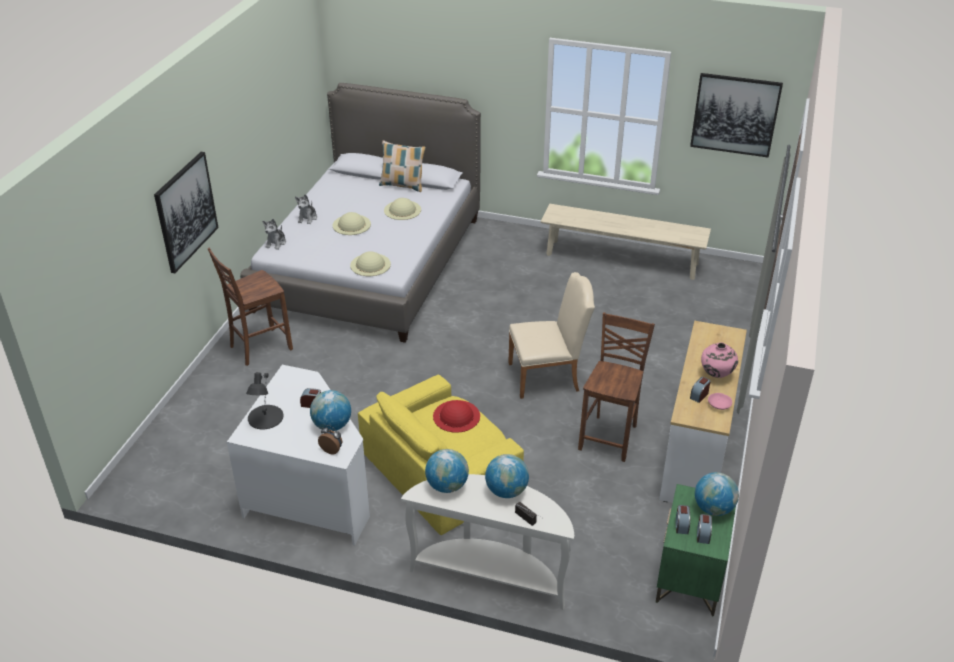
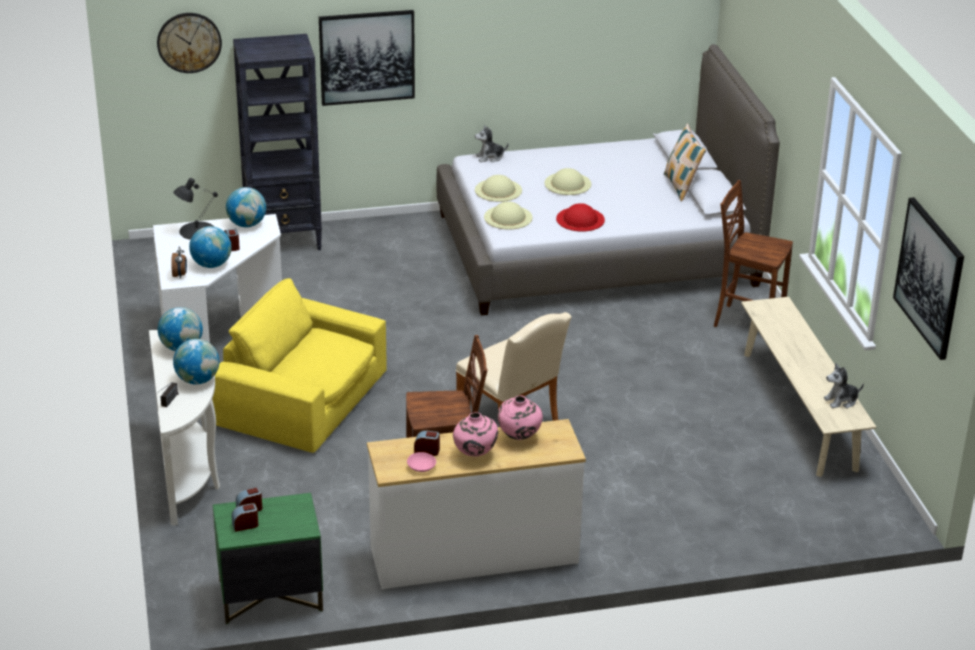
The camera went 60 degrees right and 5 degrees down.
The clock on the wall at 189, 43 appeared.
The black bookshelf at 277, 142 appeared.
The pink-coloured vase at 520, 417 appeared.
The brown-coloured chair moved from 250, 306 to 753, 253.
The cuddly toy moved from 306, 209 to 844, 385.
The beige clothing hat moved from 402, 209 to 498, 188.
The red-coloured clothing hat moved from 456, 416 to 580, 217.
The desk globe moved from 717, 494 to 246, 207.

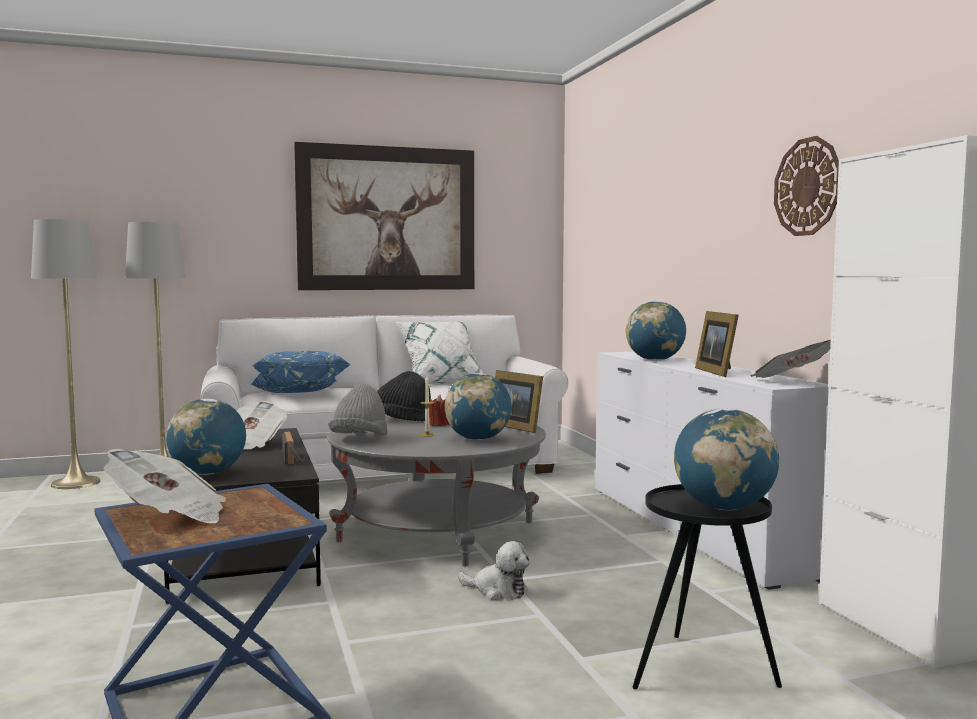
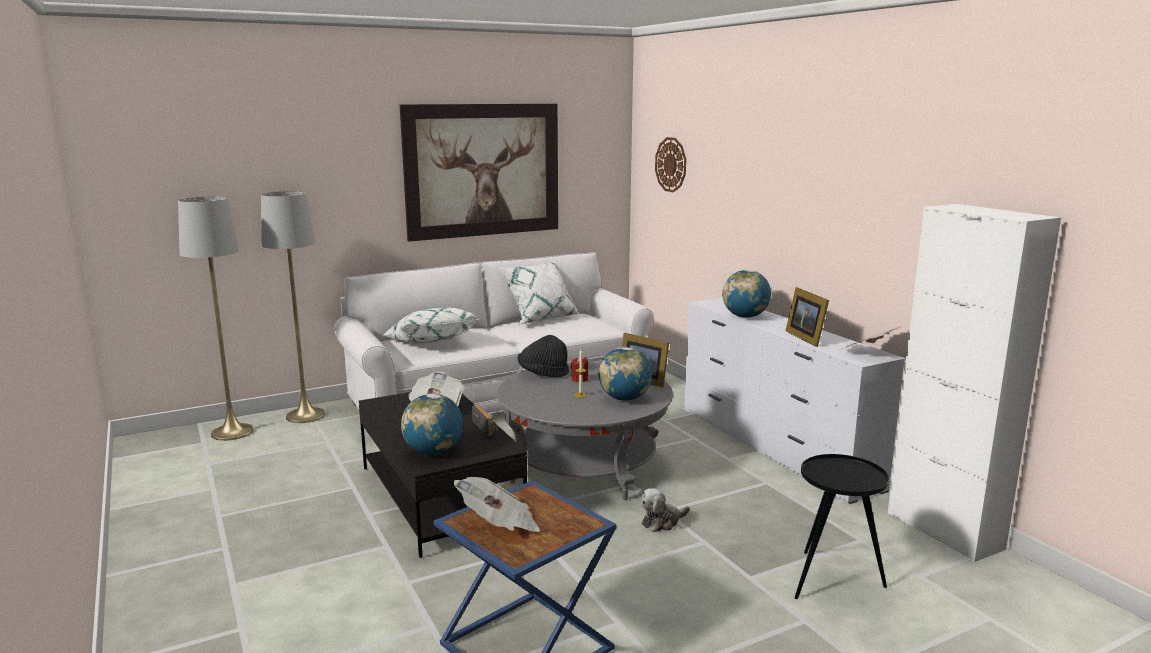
The camera went 10 degrees left and 10 degrees up.
The gray clothing hat at 358, 409 disappeared.
The desk globe at 726, 459 disappeared.
The clock on the wall moved from 806, 186 to 670, 164.
The blue-coloured pillow at 301, 372 became the white pillow at 432, 325.
The cuddly toy at 493, 570 turned 135 degrees clockwise.

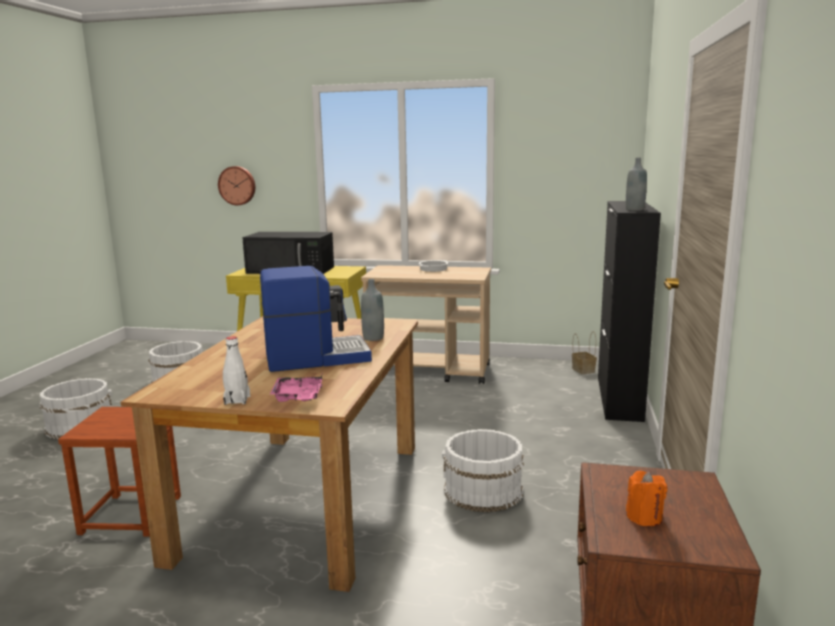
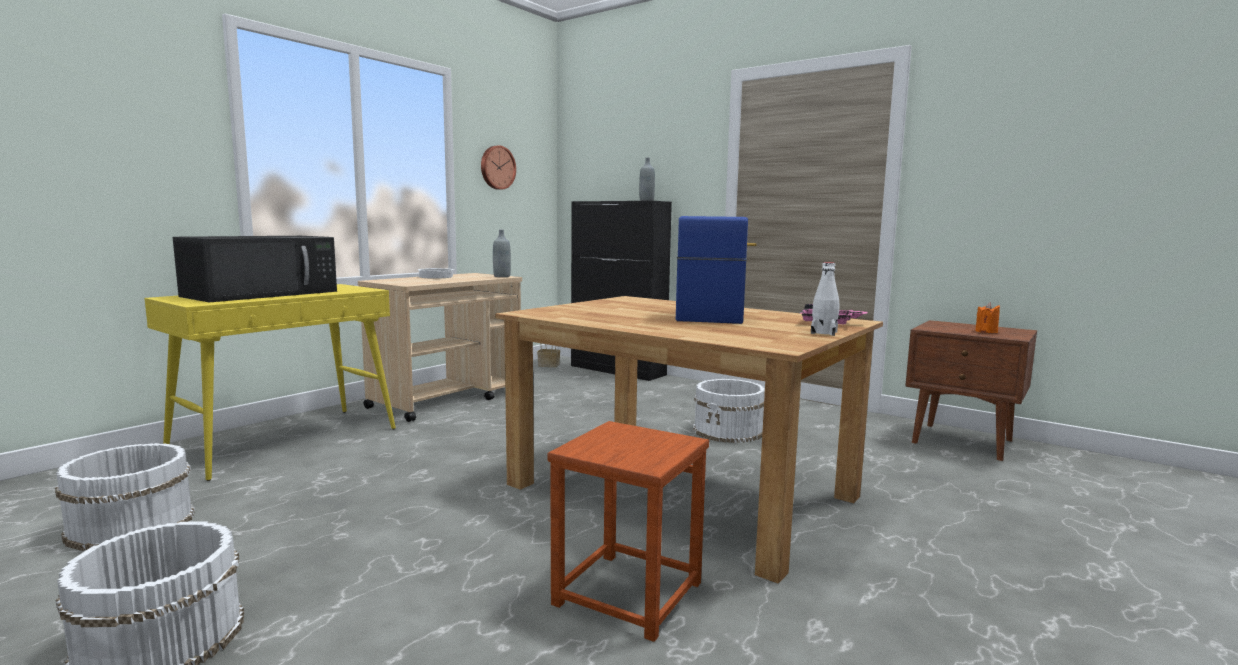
The camera went 65 degrees left and 5 degrees down.
The clock on the wall moved from 236, 185 to 498, 167.
The gray drink bottle moved from 372, 310 to 502, 253.

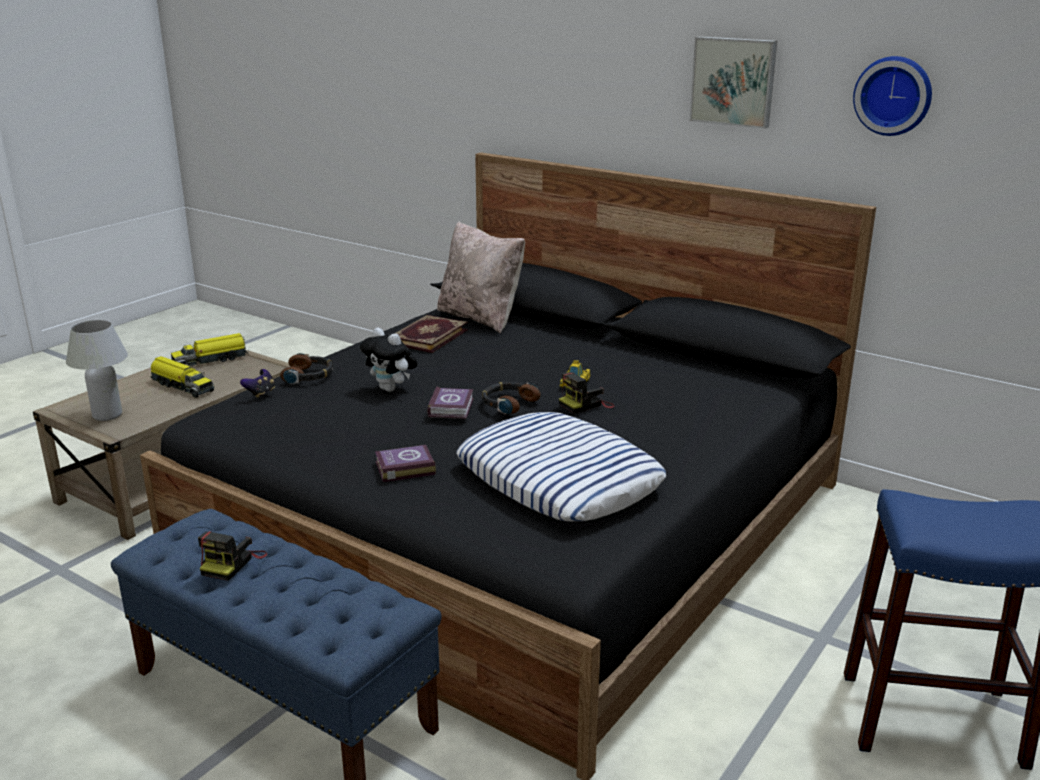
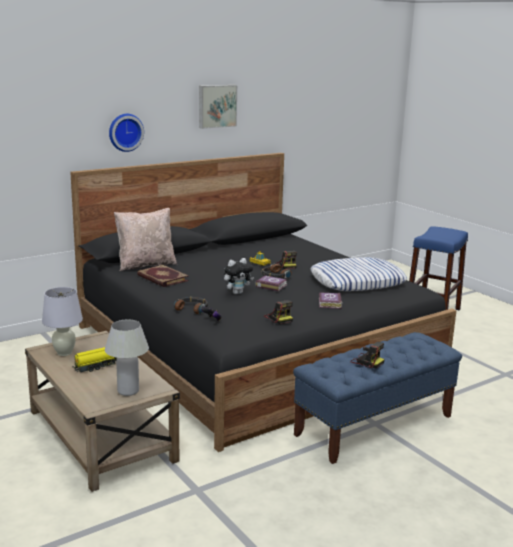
The camera went 70 degrees left and 5 degrees down.
The still camera at 278, 312 appeared.
The clock on the wall moved from 892, 96 to 126, 133.
The toy lorry at 210, 349 was replaced by the white table lamp at 62, 321.

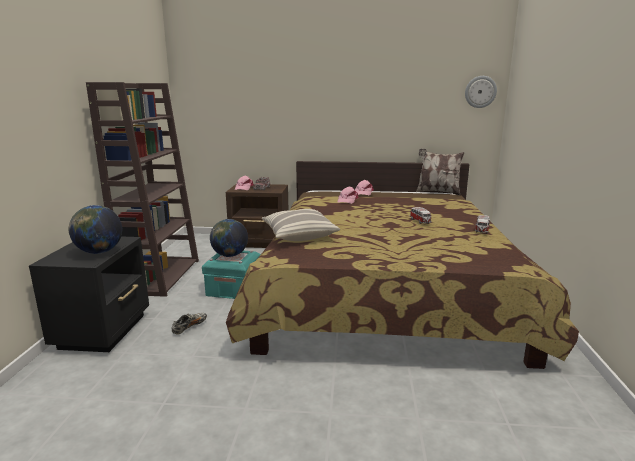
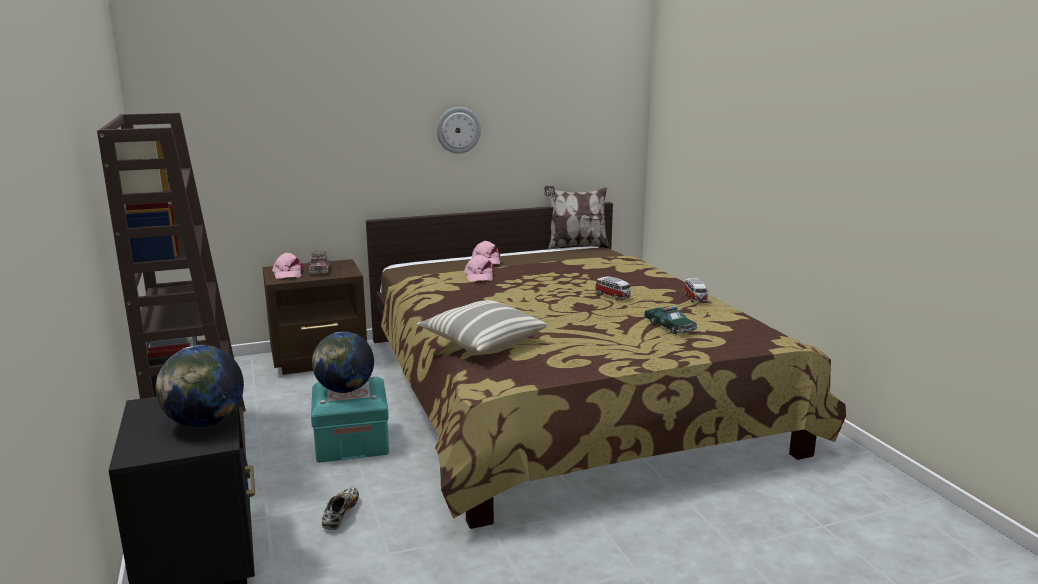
The camera went 25 degrees left and 0 degrees up.
The miniature car at 670, 320 appeared.
The clock on the wall moved from 481, 92 to 459, 130.

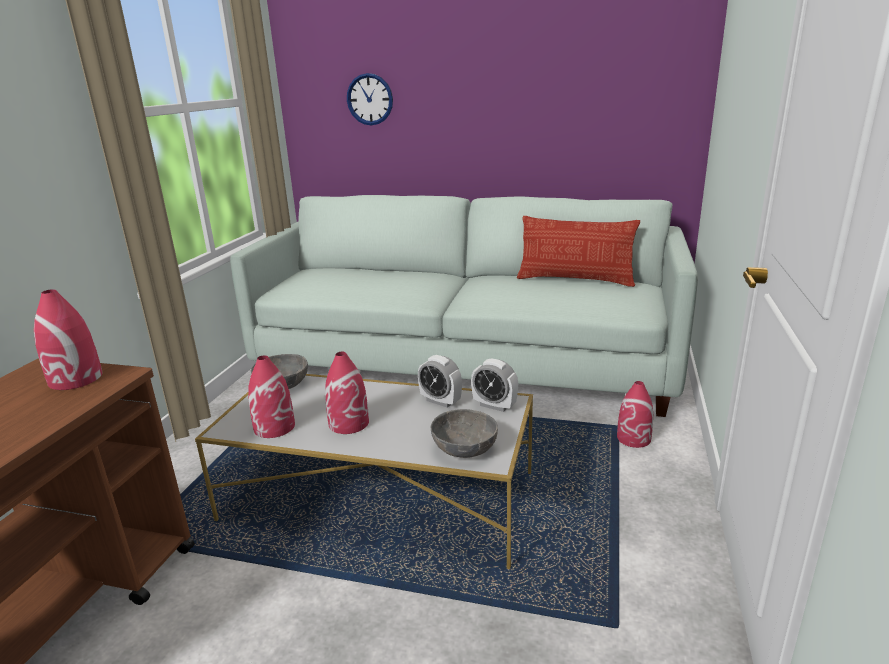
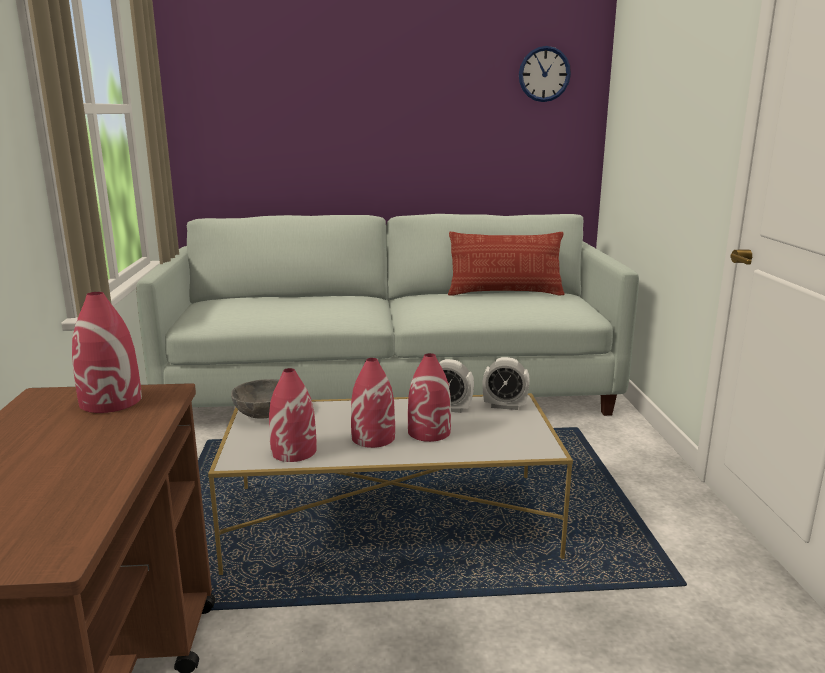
The camera went 20 degrees left and 5 degrees down.
The gray deep dish at 464, 433 disappeared.
The clock on the wall moved from 370, 99 to 545, 74.
The red-coloured vase moved from 635, 414 to 429, 397.

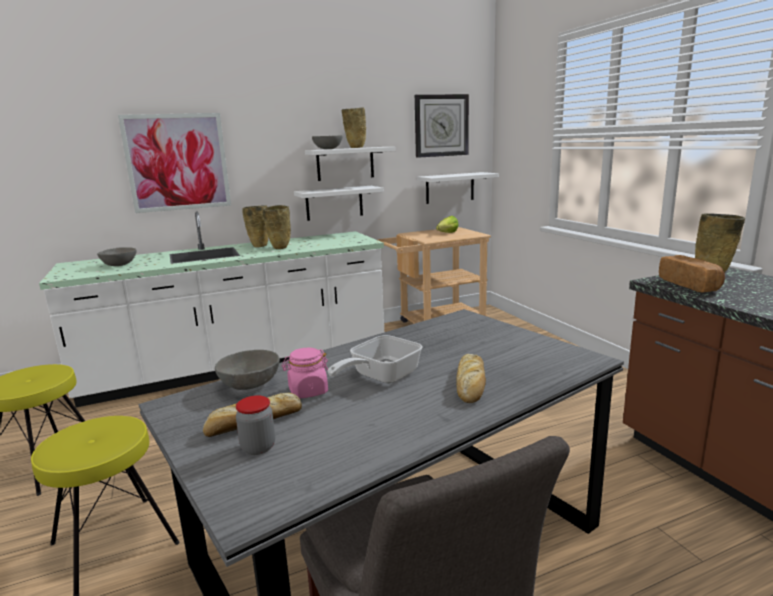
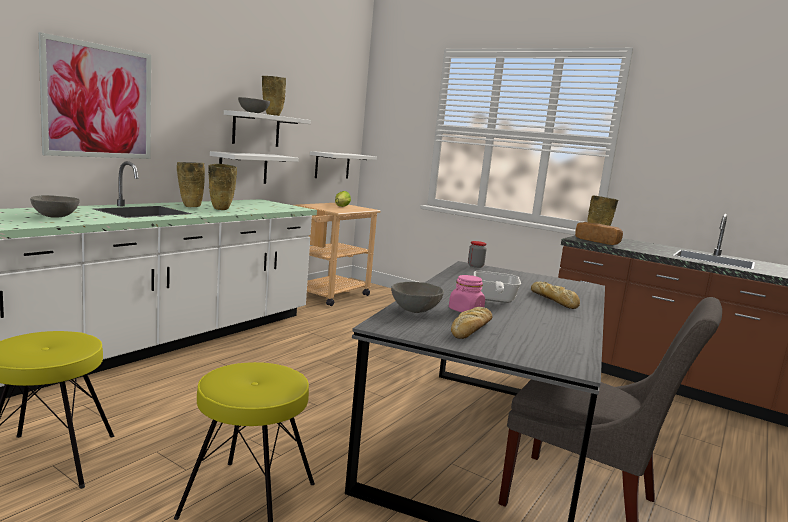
The camera went 35 degrees left and 5 degrees down.
The clock on the wall at 442, 126 disappeared.
The storage jar moved from 255, 425 to 477, 254.

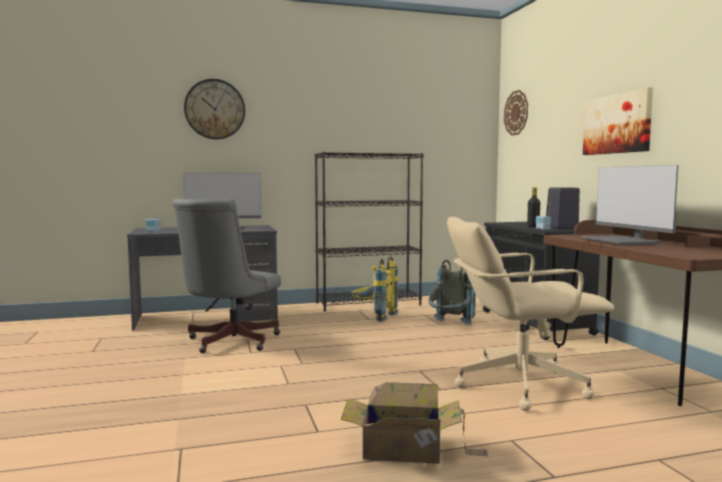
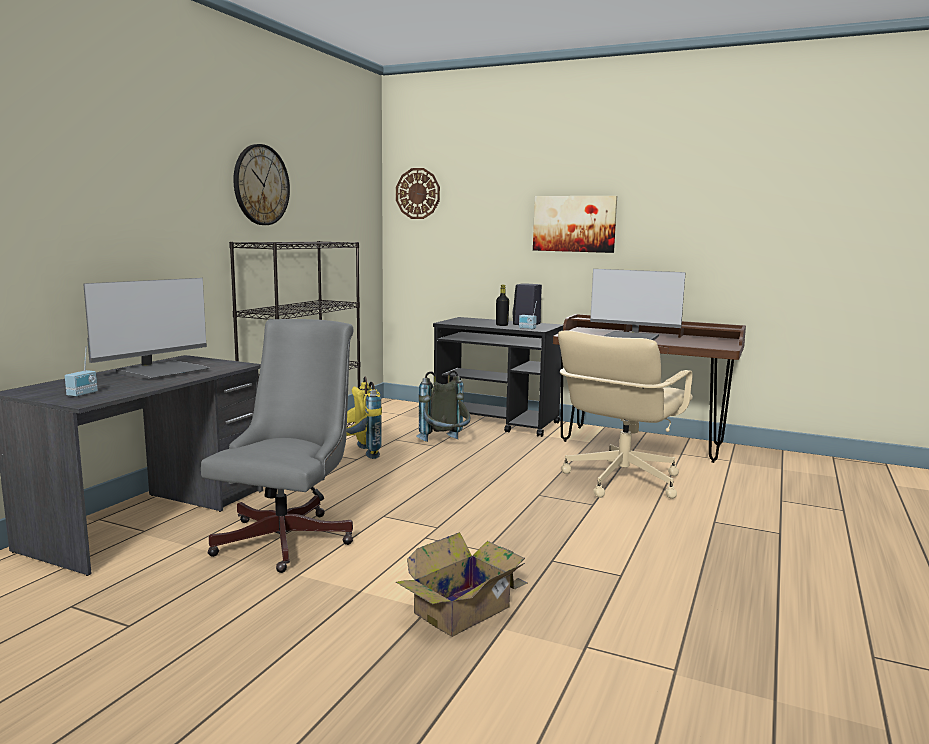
The camera went 50 degrees left and 5 degrees up.
The clock on the wall moved from 214, 109 to 261, 184.
The packing box moved from 414, 423 to 462, 584.
The gray office chair at 226, 275 turned 135 degrees counterclockwise.

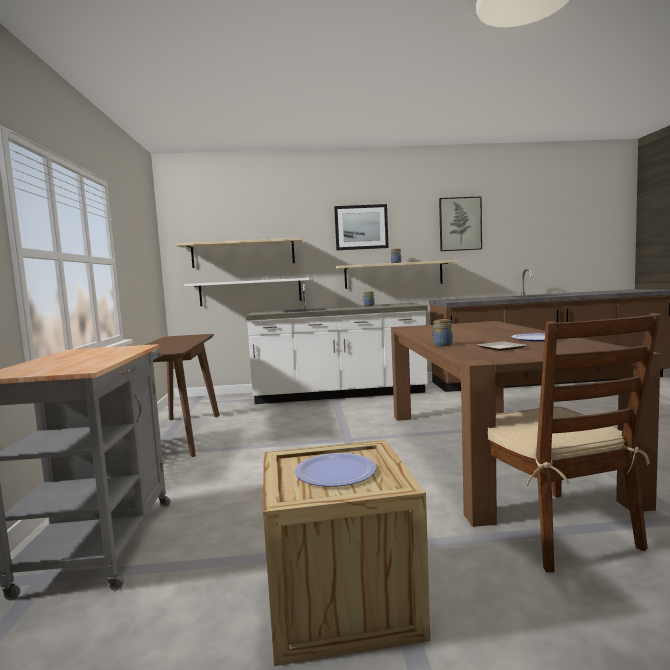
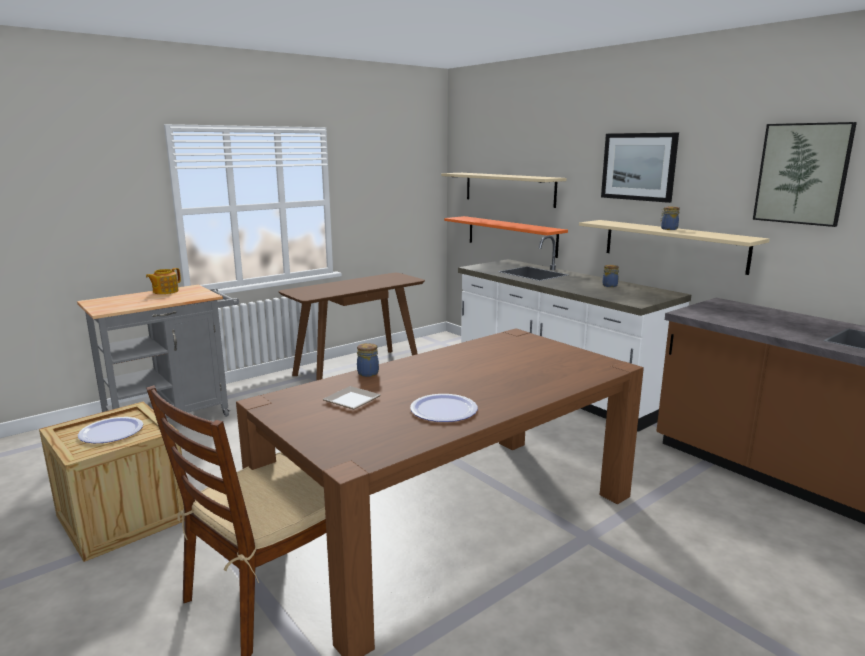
The camera went 55 degrees right and 10 degrees up.
The pot for tea at 163, 281 appeared.
The white shelf at 246, 292 became the orange shelf at 506, 237.

